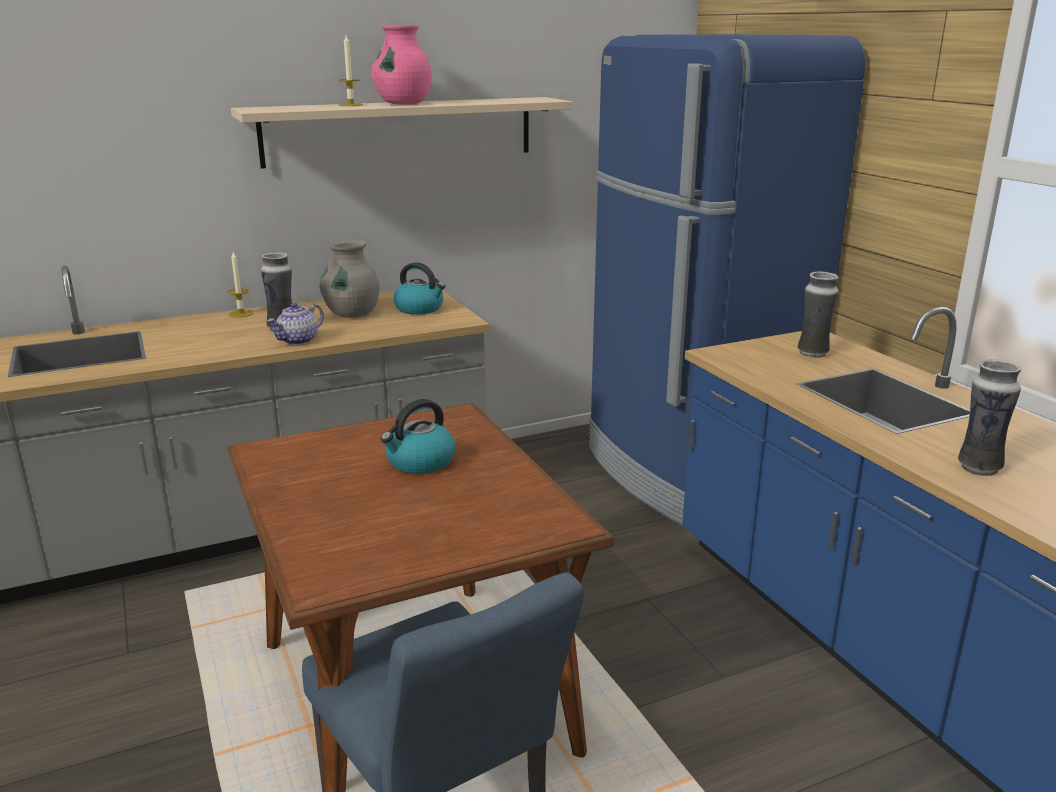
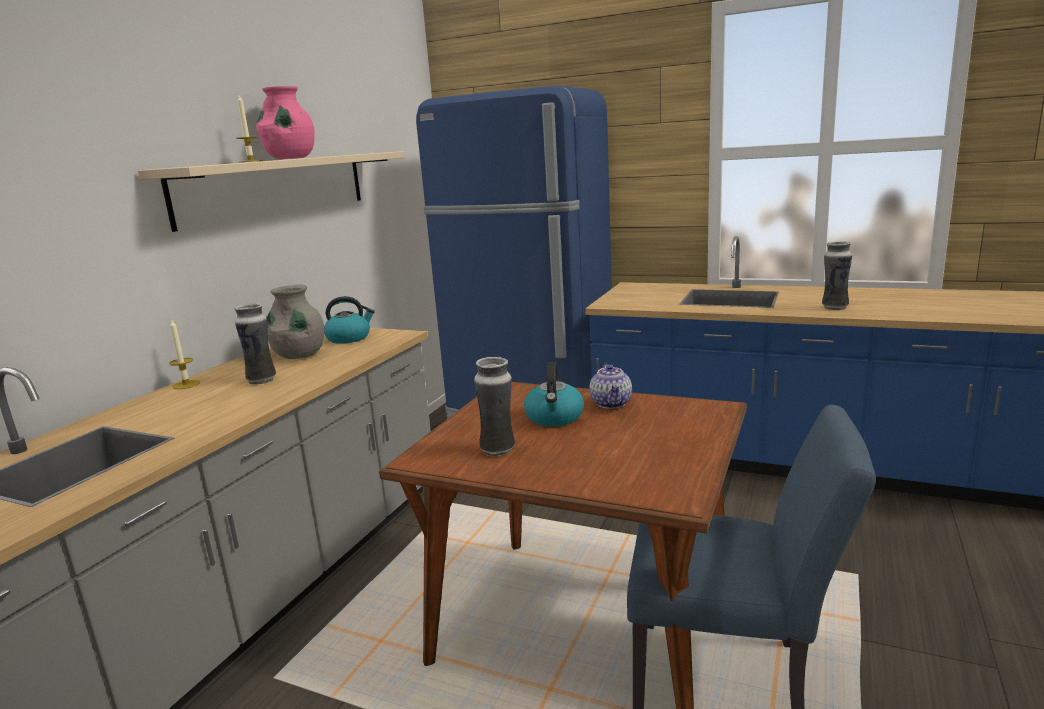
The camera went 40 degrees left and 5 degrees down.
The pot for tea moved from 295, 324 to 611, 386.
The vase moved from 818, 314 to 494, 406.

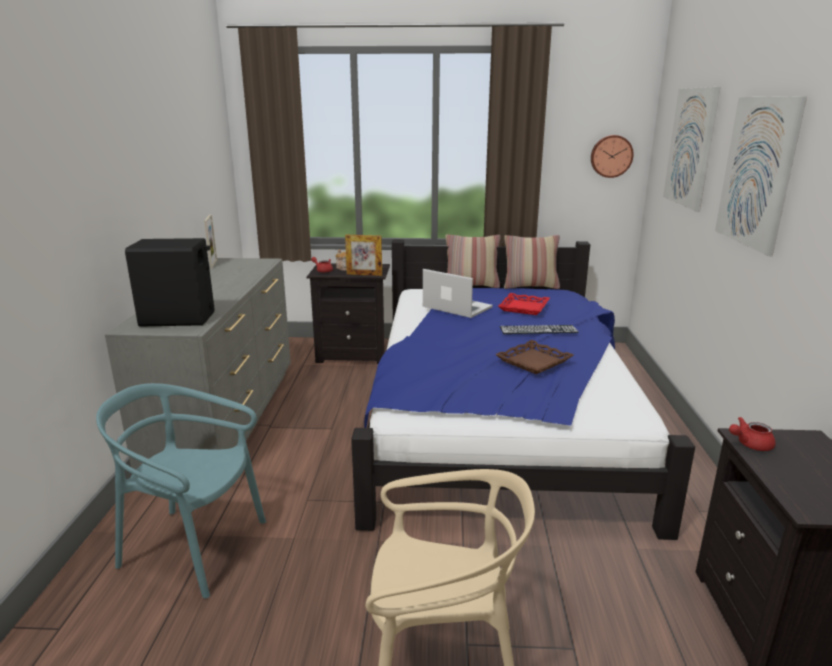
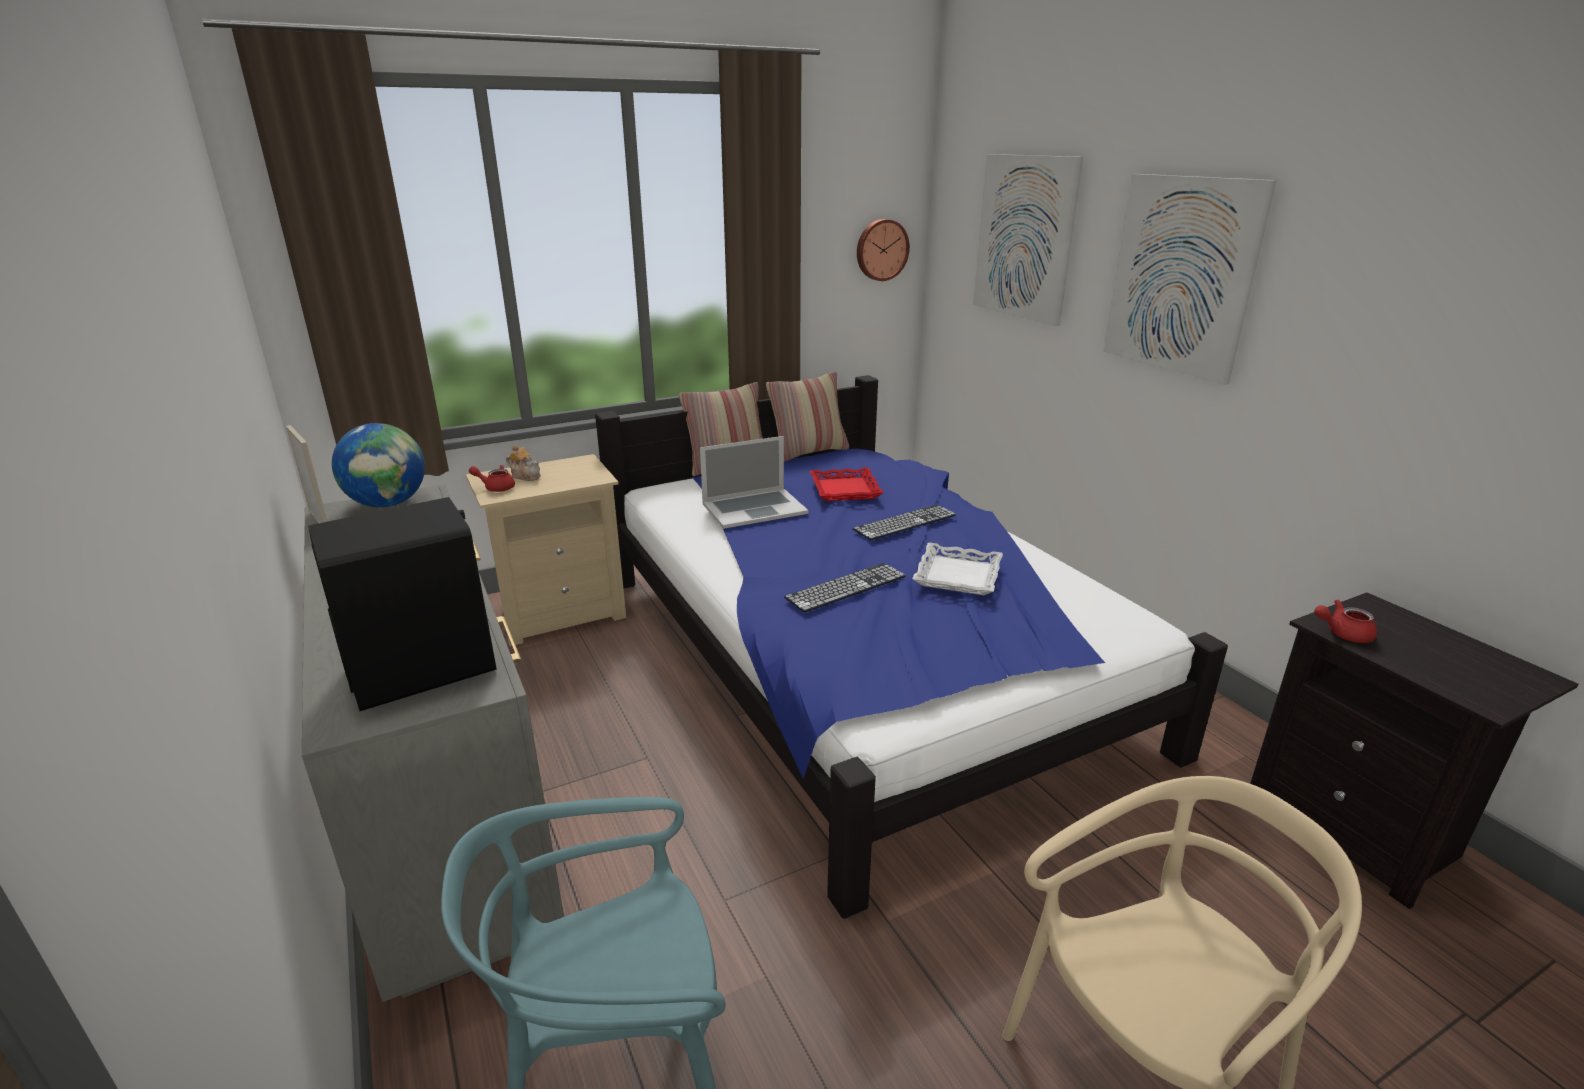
The camera went 30 degrees left and 5 degrees up.
The standing frame at 363, 255 disappeared.
The desk globe at 378, 465 appeared.
The PC keyboard at 845, 588 appeared.
The black bedside table at 348, 313 became the beige bedside table at 546, 550.
The brown-coloured serving tray at 534, 357 became the white serving tray at 957, 569.
The portable computer at 458, 293 turned 150 degrees clockwise.
The red-coloured pot for tea at 752, 434 turned 45 degrees clockwise.

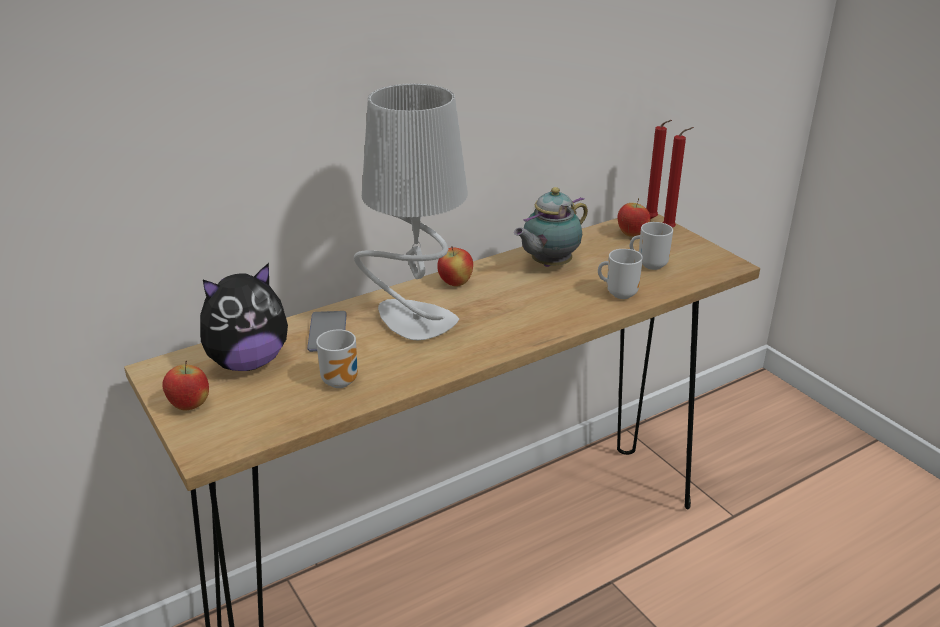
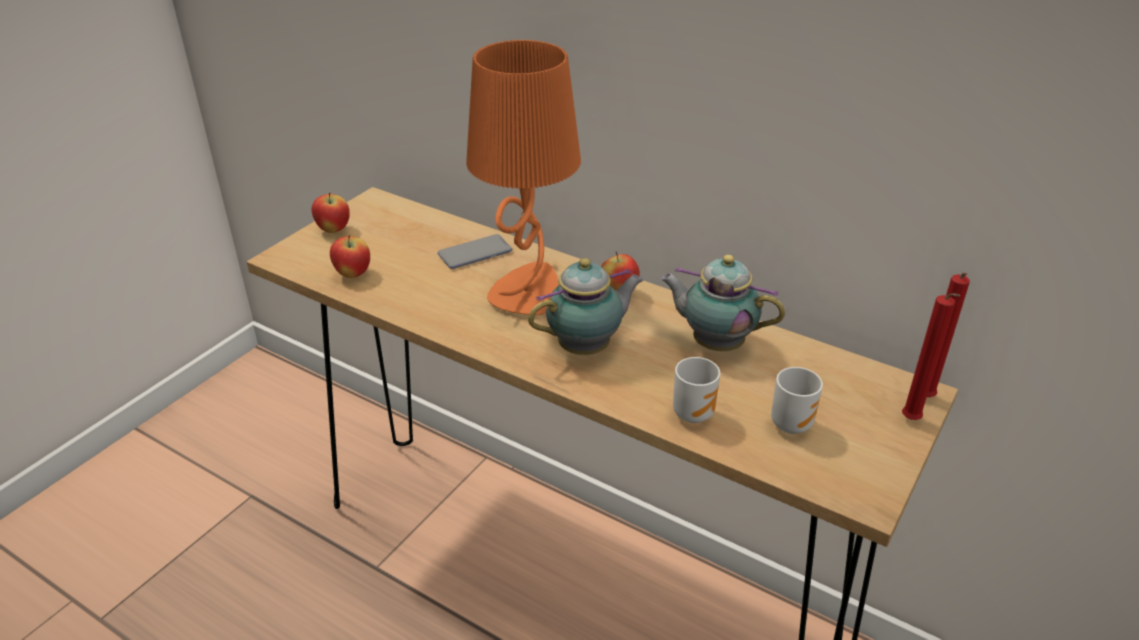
The camera went 65 degrees right and 5 degrees up.
The cuddly toy at 244, 317 disappeared.
The coffee mug at 337, 359 disappeared.
The pot for tea at 585, 306 appeared.
The apple fruit moved from 634, 217 to 350, 256.
The gray table lamp at 411, 212 became the orange table lamp at 523, 177.

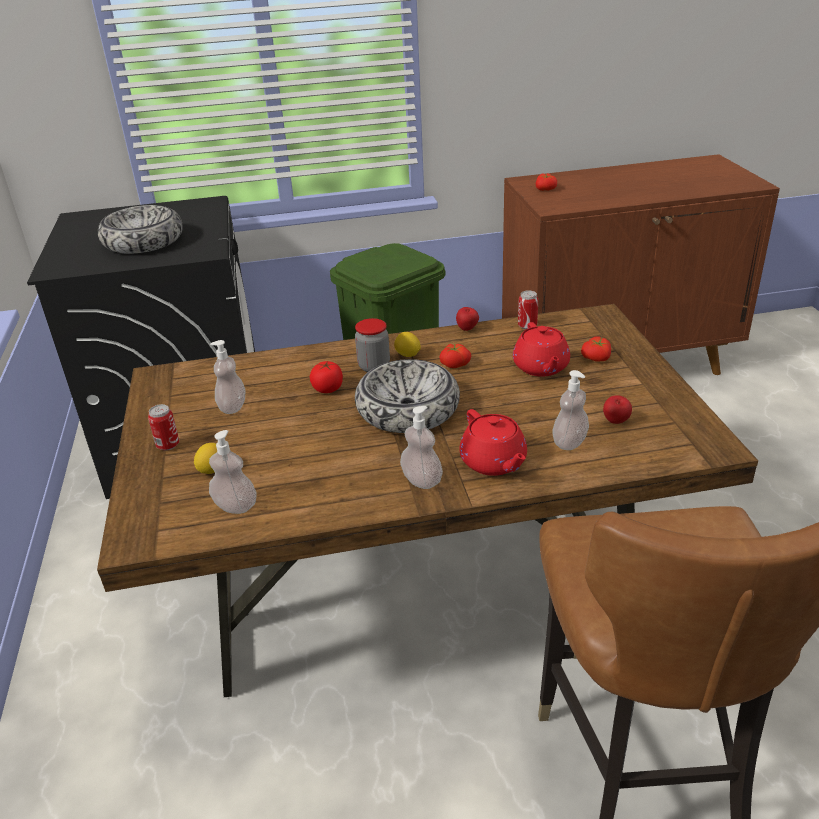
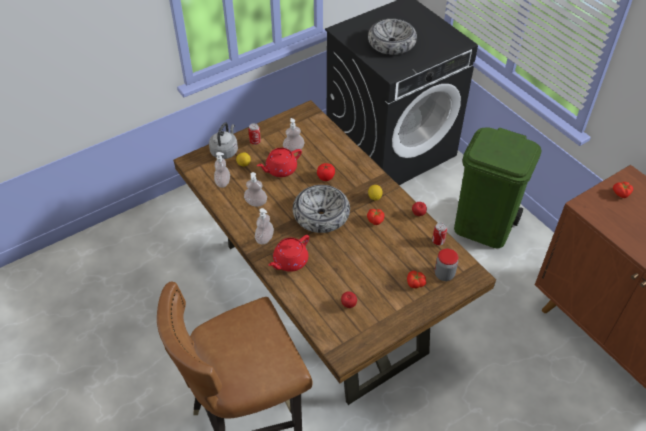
The camera went 65 degrees right and 15 degrees up.
The gray water kettle at 223, 140 appeared.
The storage jar moved from 372, 345 to 446, 265.
The red-coloured pot for tea moved from 541, 349 to 279, 162.
The soap dispenser moved from 570, 410 to 255, 189.

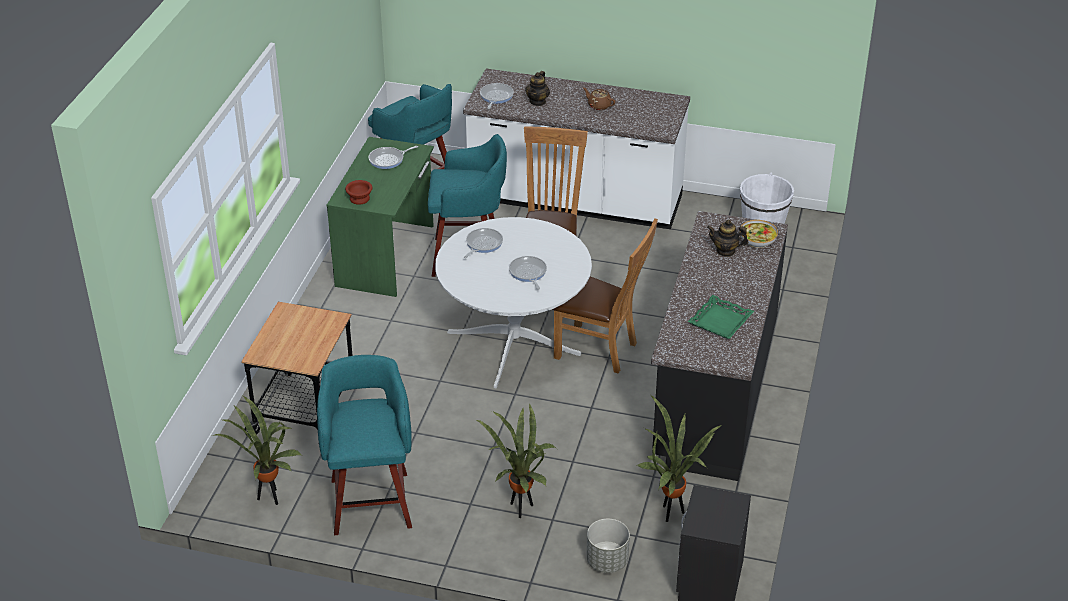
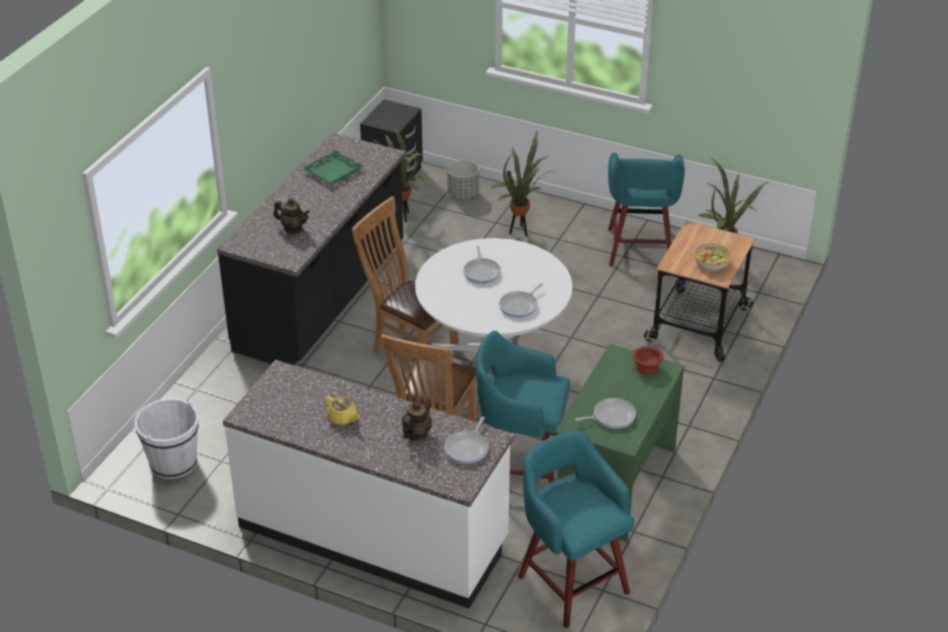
The camera went 170 degrees left and 0 degrees up.
The deep dish moved from 759, 234 to 713, 257.
The brown-coloured pot for tea at 599, 99 became the yellow-coloured pot for tea at 342, 410.

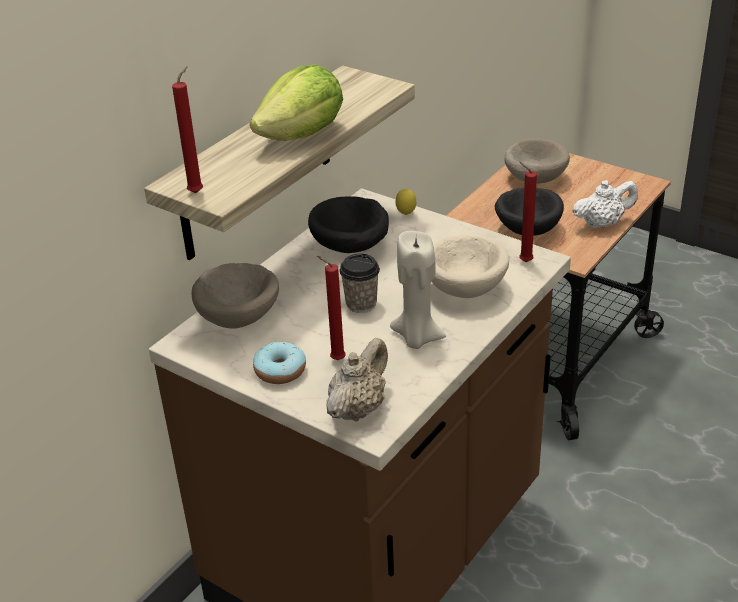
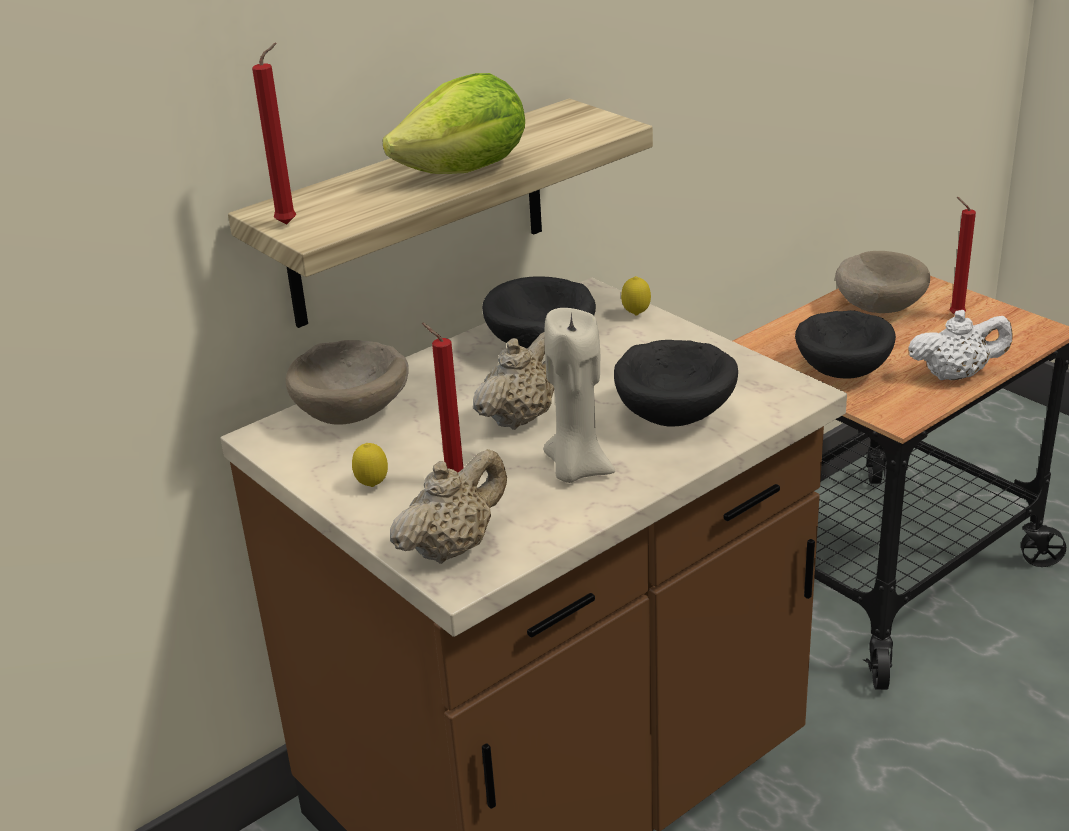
The camera went 15 degrees right and 5 degrees down.
The red-coloured candle moved from 528, 212 to 963, 255.
The donut at 279, 362 was replaced by the citrus fruit at 370, 465.
The small cup at 359, 283 was replaced by the beige pot for tea at 513, 381.
The beige deep dish at 470, 266 became the black deep dish at 676, 383.

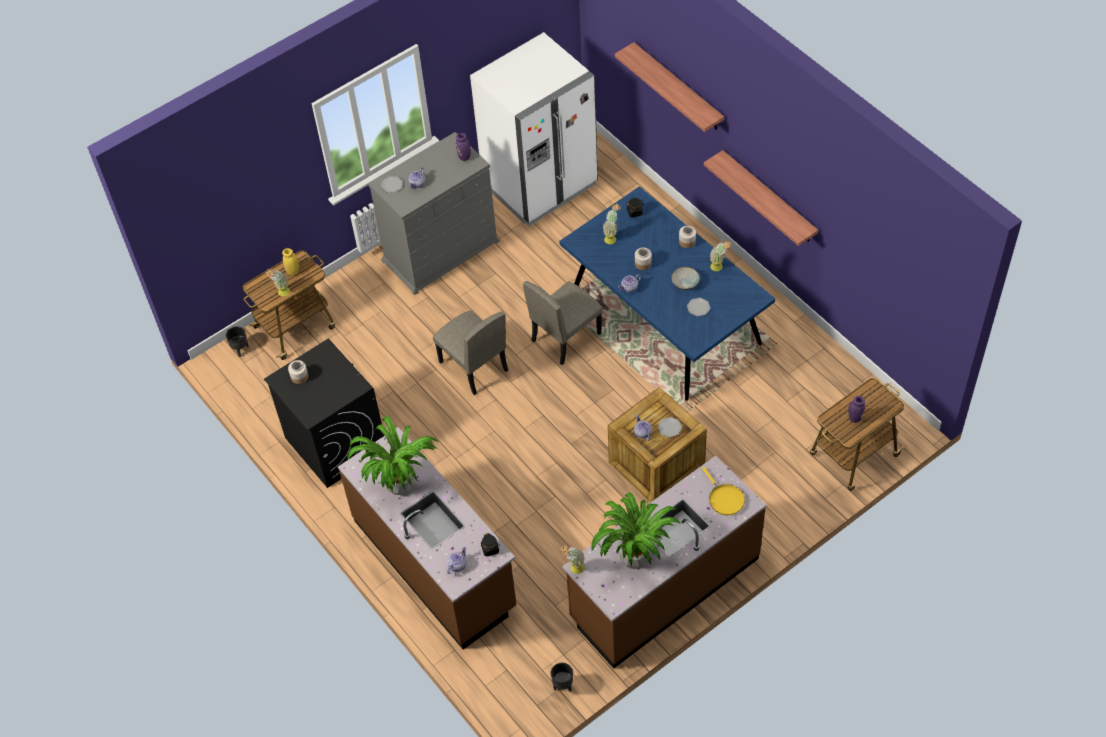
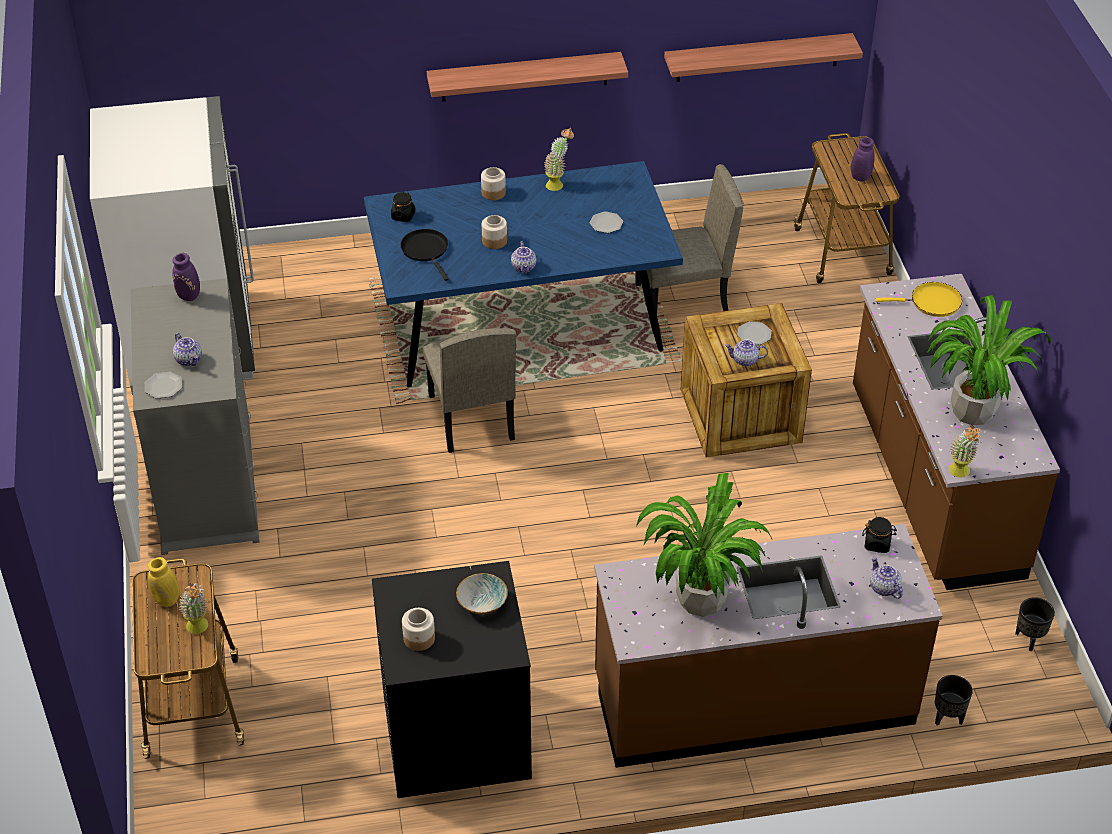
The camera went 65 degrees left and 10 degrees down.
The black planter moved from 237, 341 to 954, 700.
The beige chair moved from 470, 353 to 689, 239.
The shelf moved from 669, 87 to 763, 57.
The deep dish moved from 685, 278 to 482, 594.
The plant in a pot at 612, 223 was replaced by the black pan at 424, 255.

